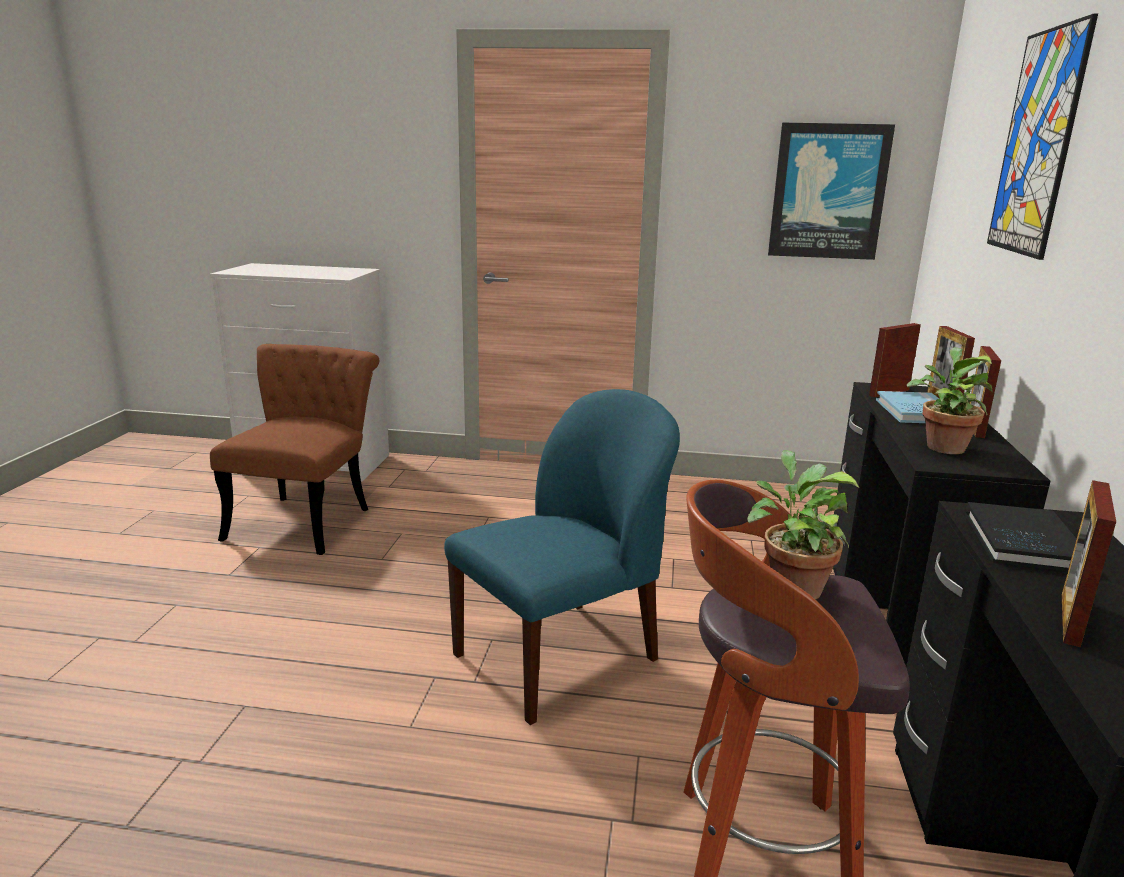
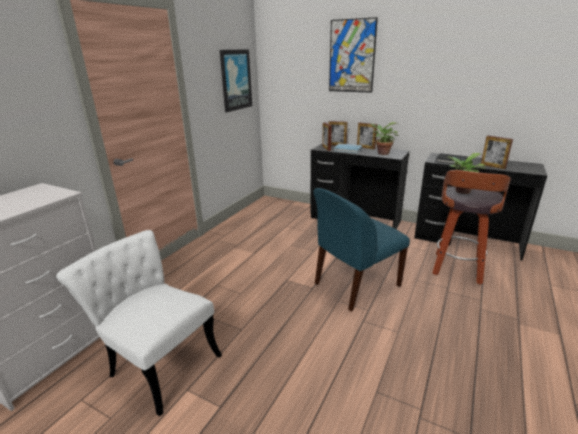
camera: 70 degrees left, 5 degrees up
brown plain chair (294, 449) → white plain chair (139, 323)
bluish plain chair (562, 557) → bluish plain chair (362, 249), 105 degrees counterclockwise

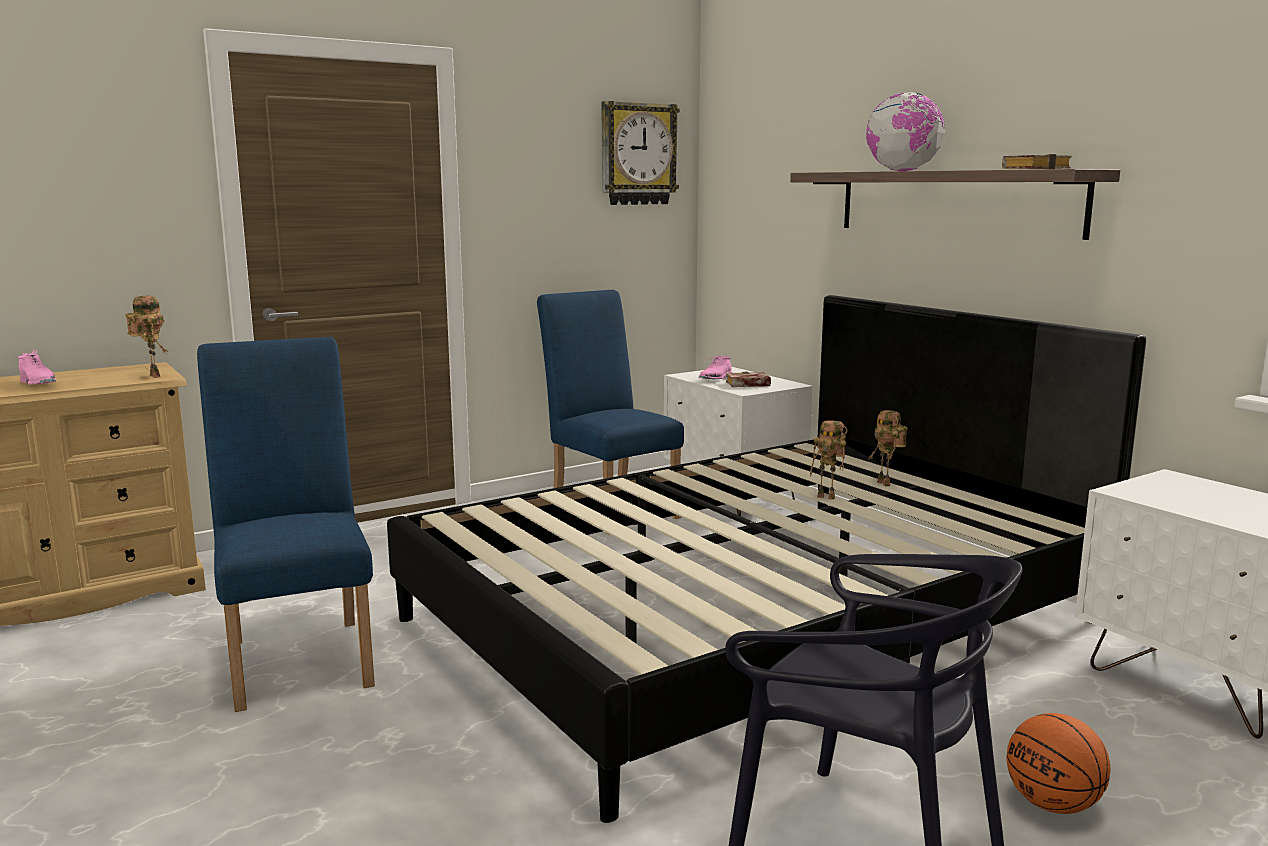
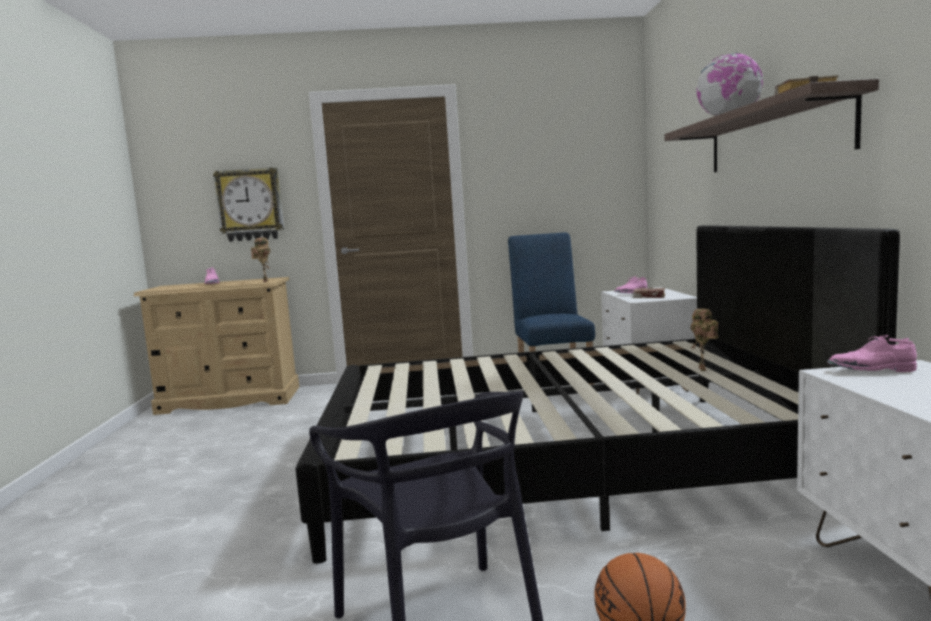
camera: 30 degrees right, 5 degrees down
hanging clock (640, 153) → hanging clock (248, 205), relocated
bluish plain chair (286, 524) → -
toy robot (828, 460) → -
- → pink-coloured shoe (872, 353)

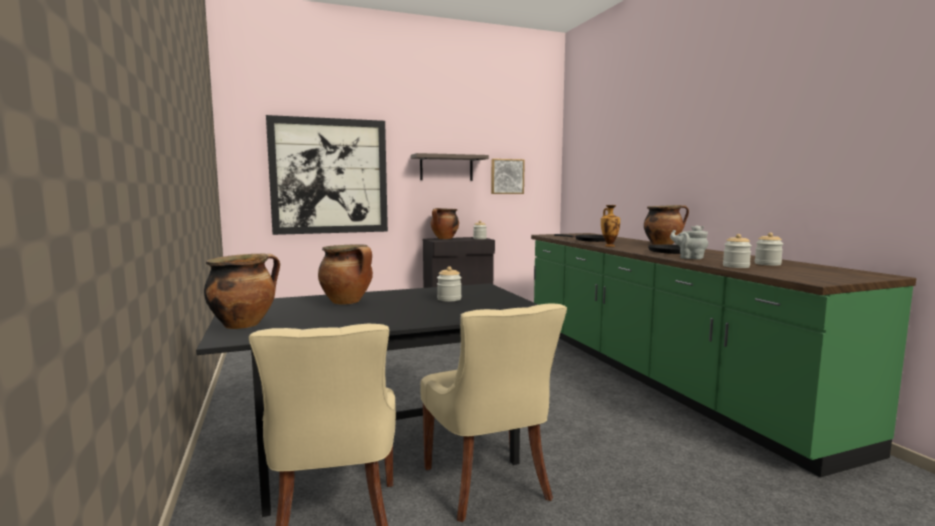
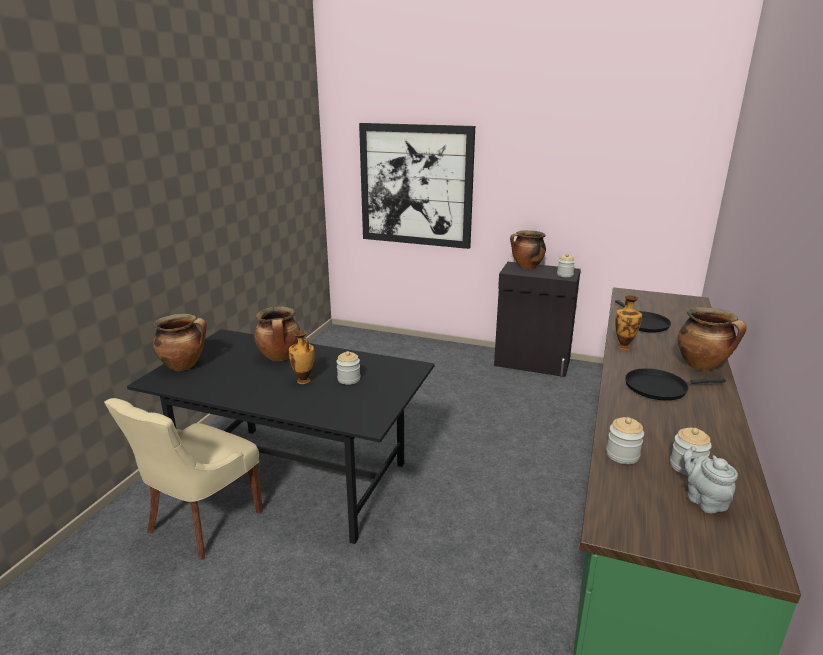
camera: 40 degrees right, 15 degrees up
bracket shelf (450, 167) → -
wall art (508, 176) → -
gray pot for tea (689, 242) → gray pot for tea (710, 479), relocated
beige-coloured plain chair (493, 412) → -
- → flower vase (301, 357)

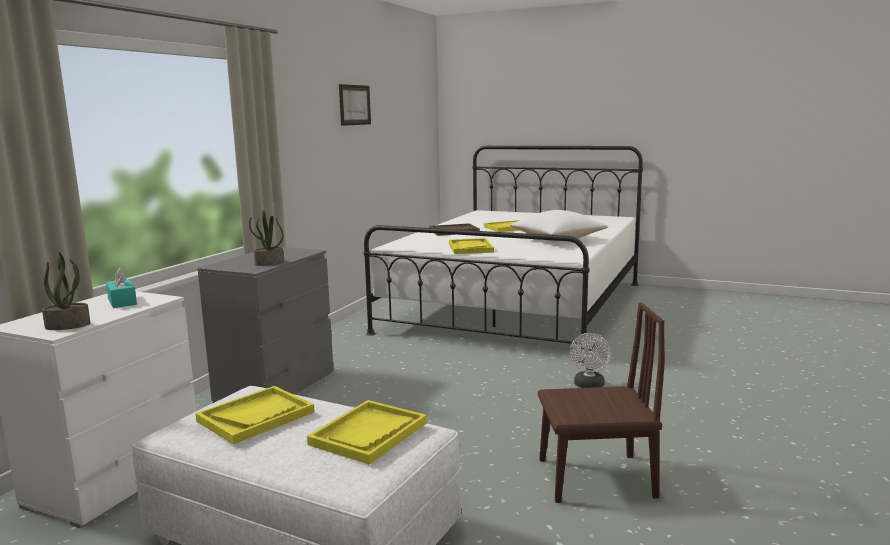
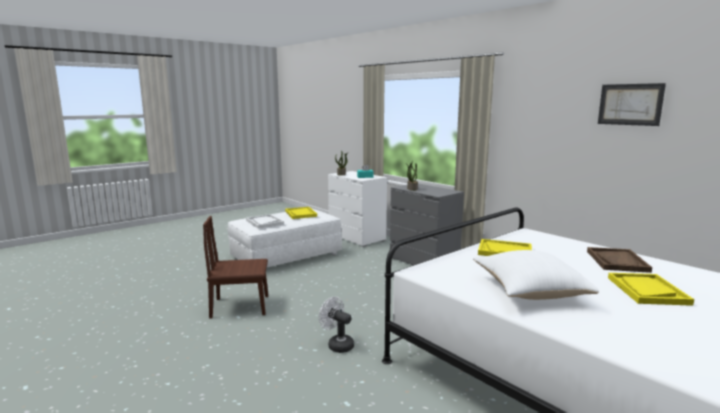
camera: 115 degrees right, 0 degrees up
brown plain chair (601, 402) → brown plain chair (235, 267), 60 degrees clockwise
yellow carrying tray (367, 432) → white carrying tray (265, 221)

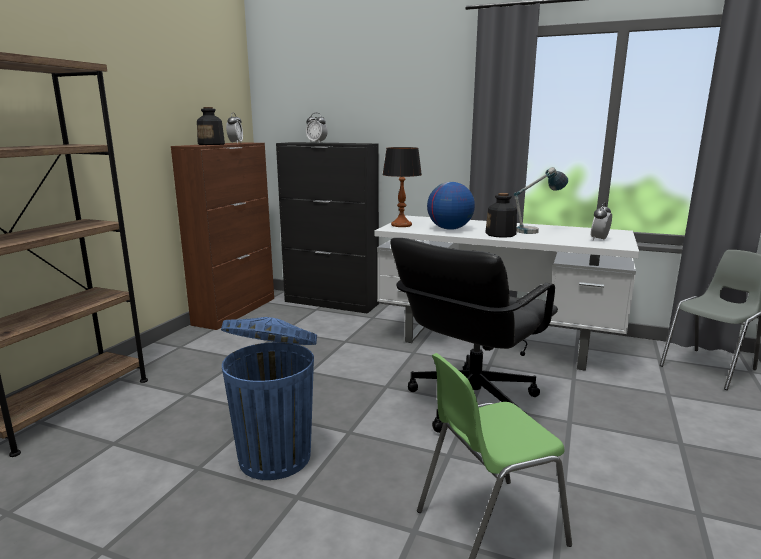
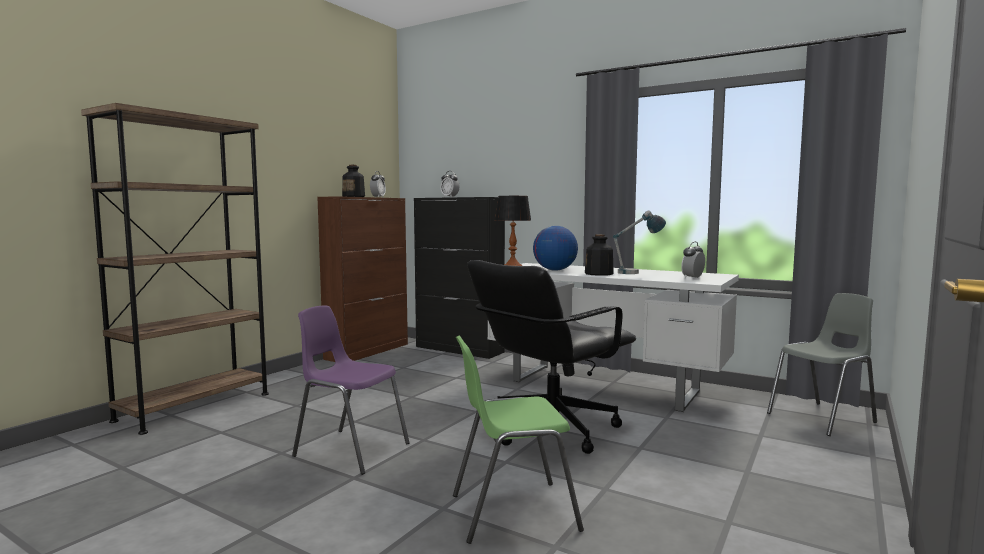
camera: 10 degrees right, 10 degrees down
bluish rubbish bin (269, 398) → purplish plain chair (350, 390)

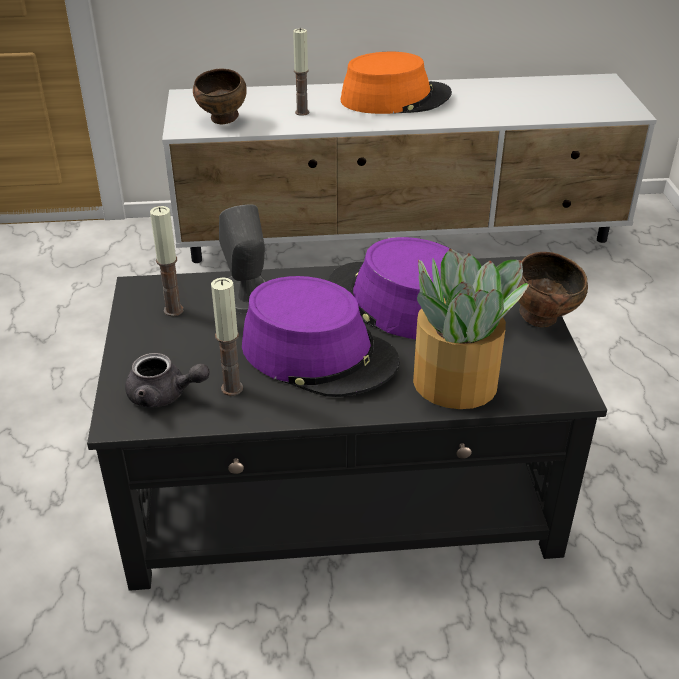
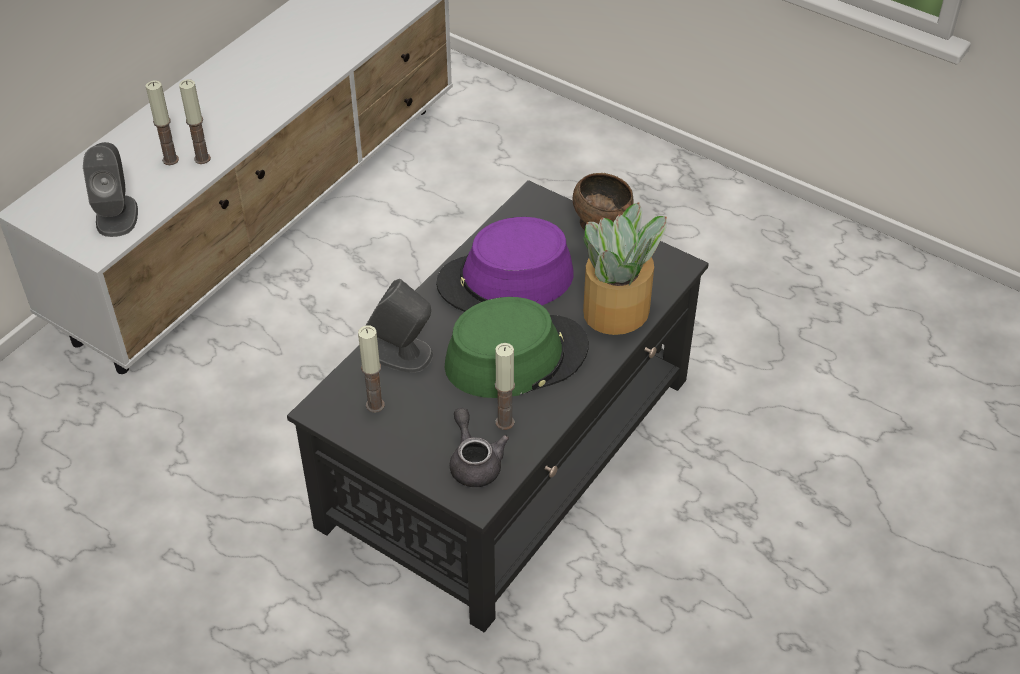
camera: 50 degrees left, 10 degrees up
orangey clothing hat (396, 83) → -
brown deep dish (220, 96) → gray speaker (110, 189)
purplish clothing hat (321, 336) → green clothing hat (516, 347)
gray pot for tea (167, 380) → gray pot for tea (479, 447), 75 degrees counterclockwise
- → wax light (195, 121)

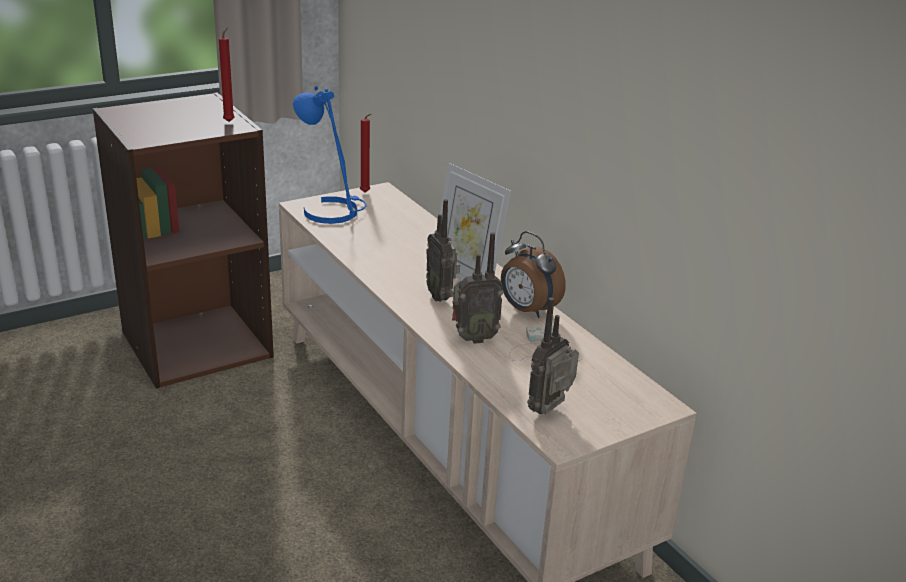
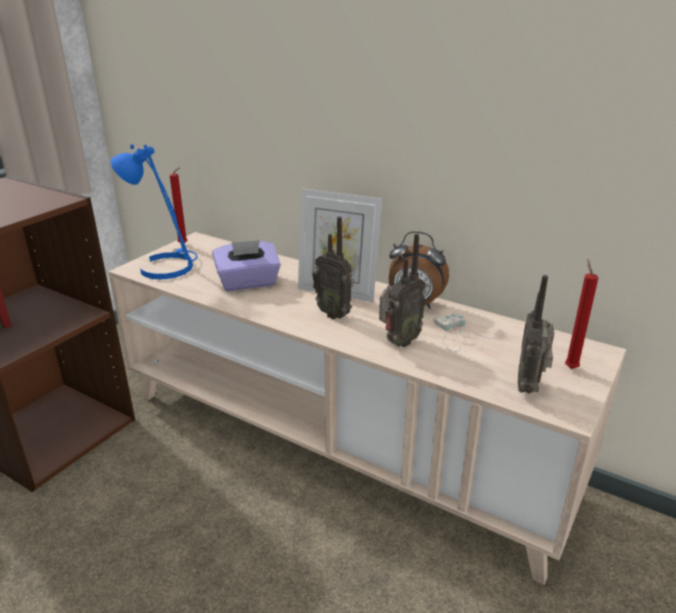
camera: 25 degrees left, 0 degrees up
red wax light (227, 74) → red wax light (581, 314), relocated
- → purplish tissue box (246, 265)

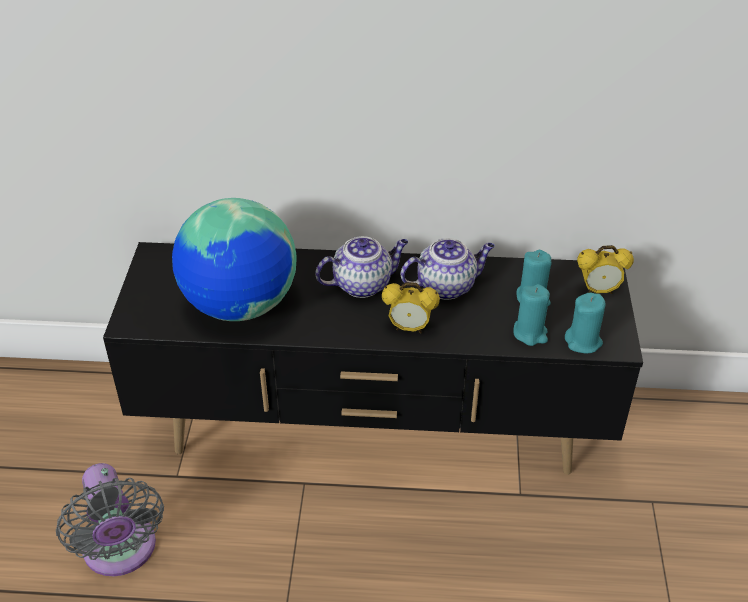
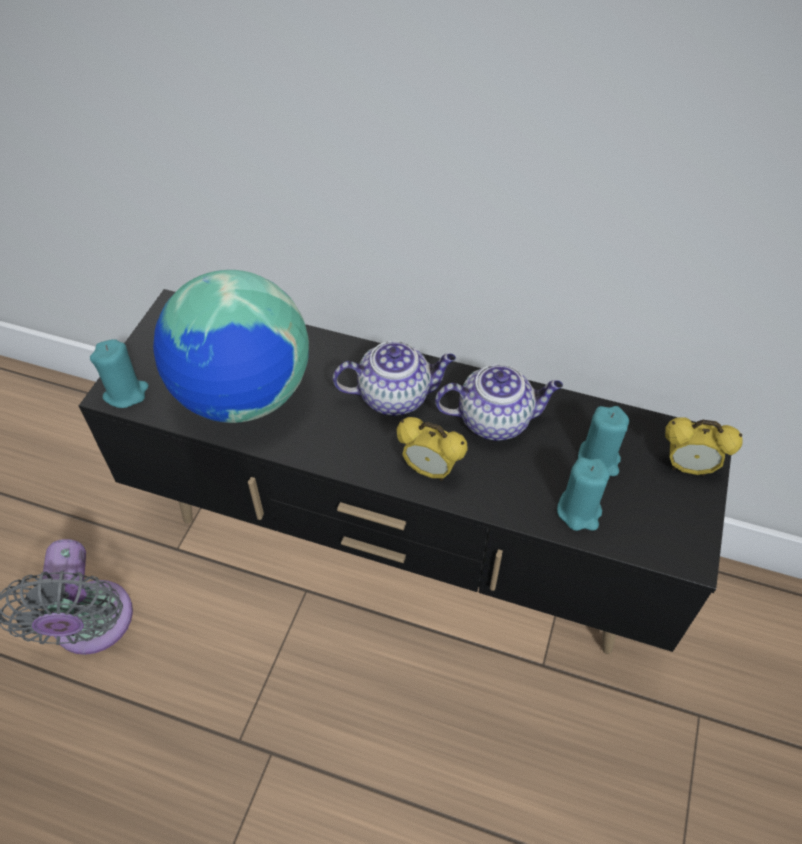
camera: 15 degrees right, 10 degrees up
blue-green wax light (585, 322) → blue-green wax light (119, 373), relocated

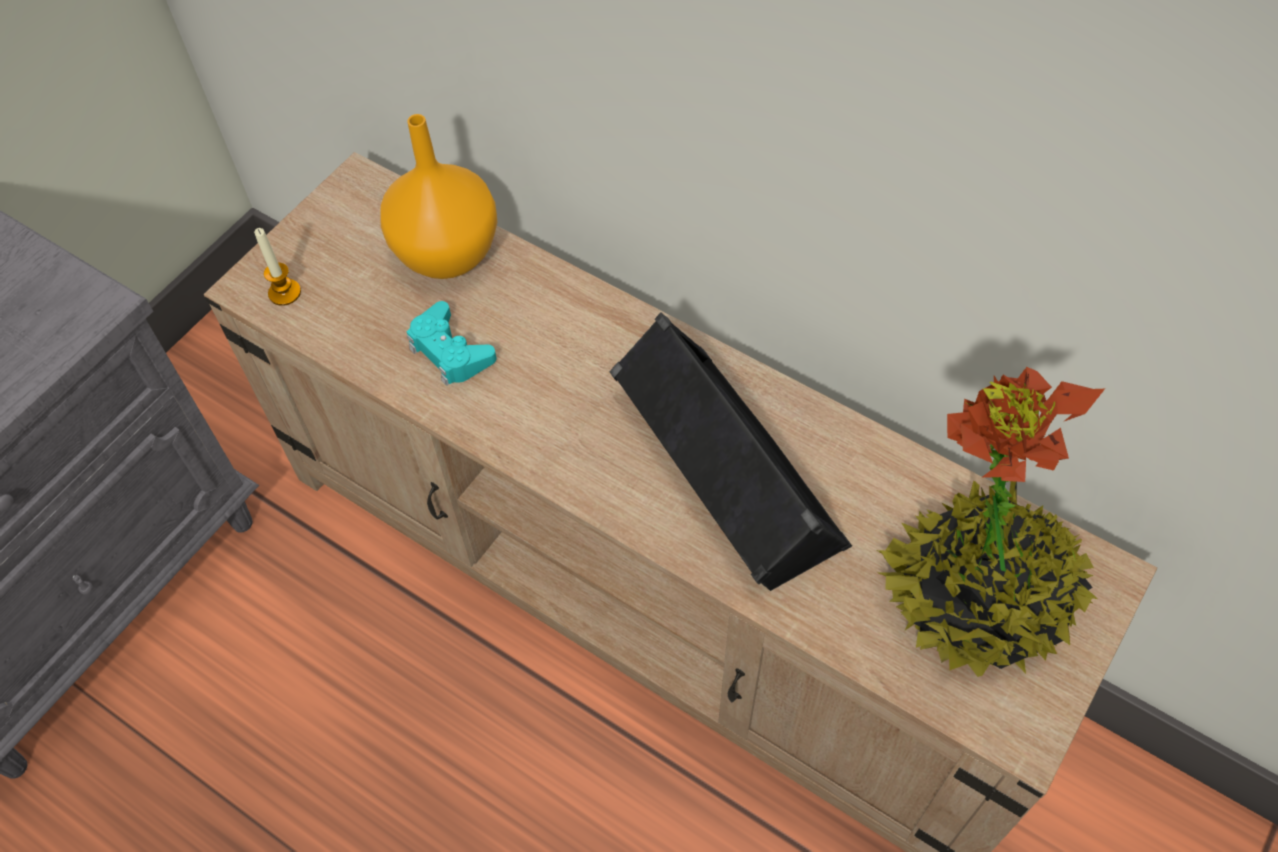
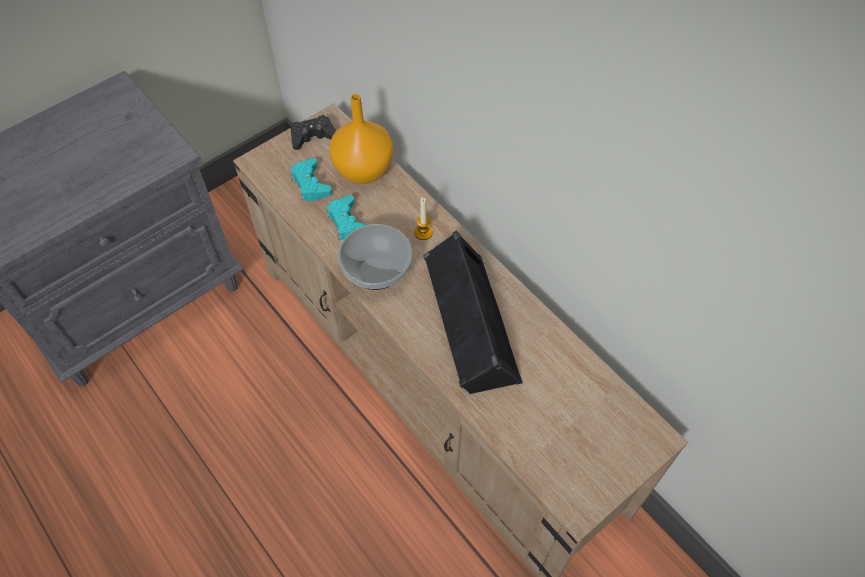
camera: 15 degrees right, 0 degrees up
wax light (277, 267) → wax light (423, 218), relocated
plant in a pot (990, 522) → -
- → blackish joypad (313, 132)
- → blue-green joypad (311, 179)
- → deep dish (375, 257)

